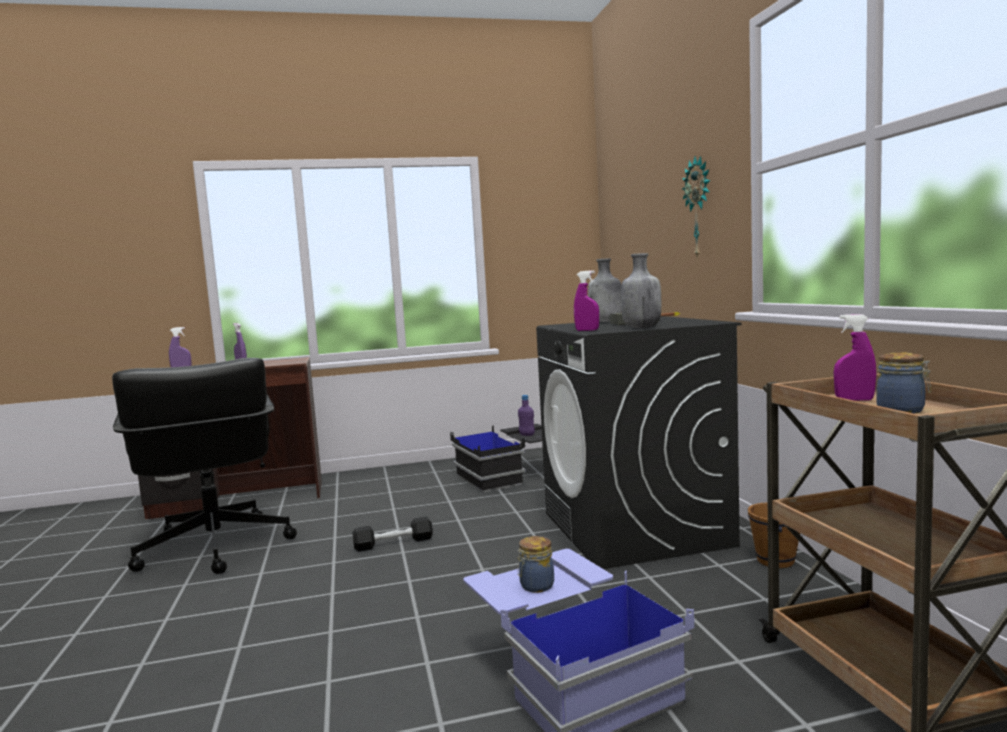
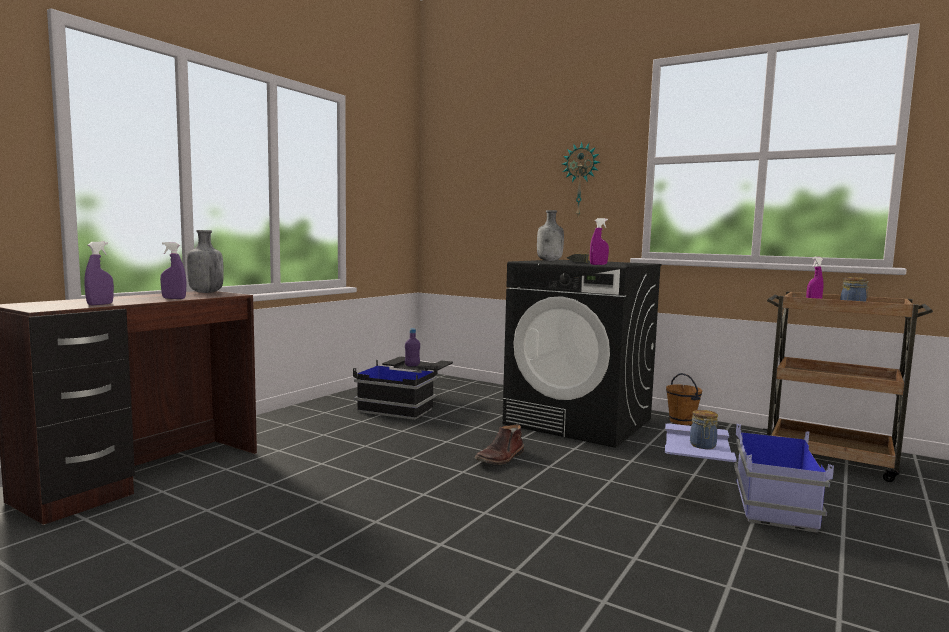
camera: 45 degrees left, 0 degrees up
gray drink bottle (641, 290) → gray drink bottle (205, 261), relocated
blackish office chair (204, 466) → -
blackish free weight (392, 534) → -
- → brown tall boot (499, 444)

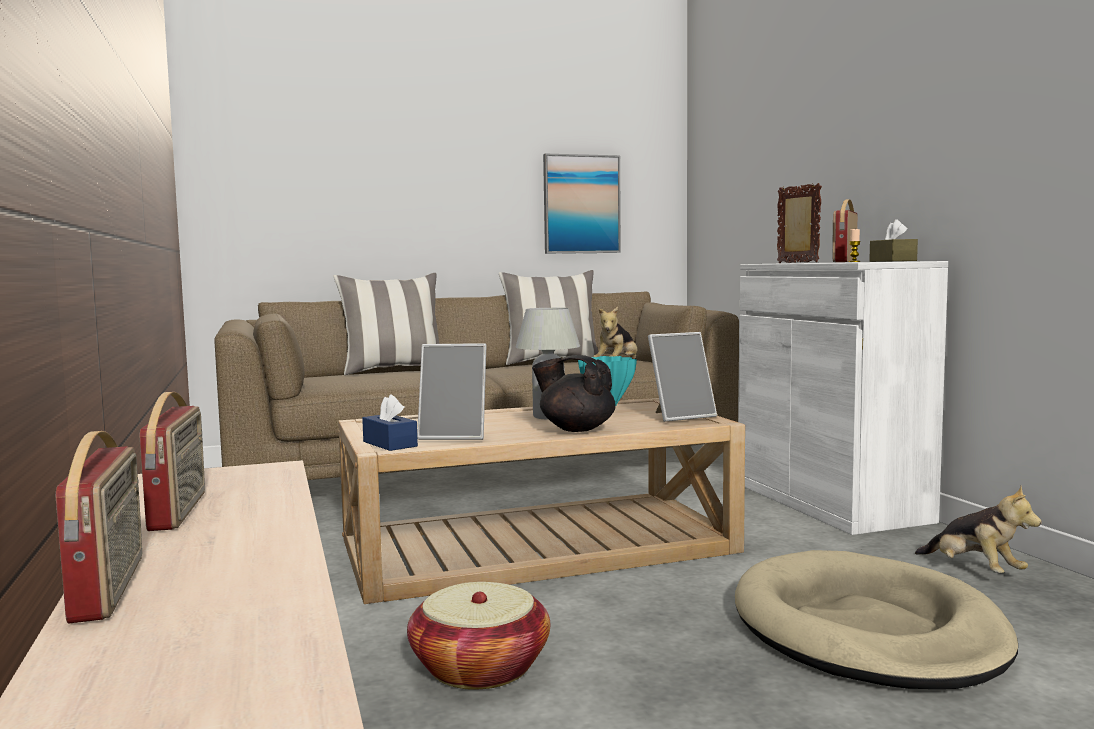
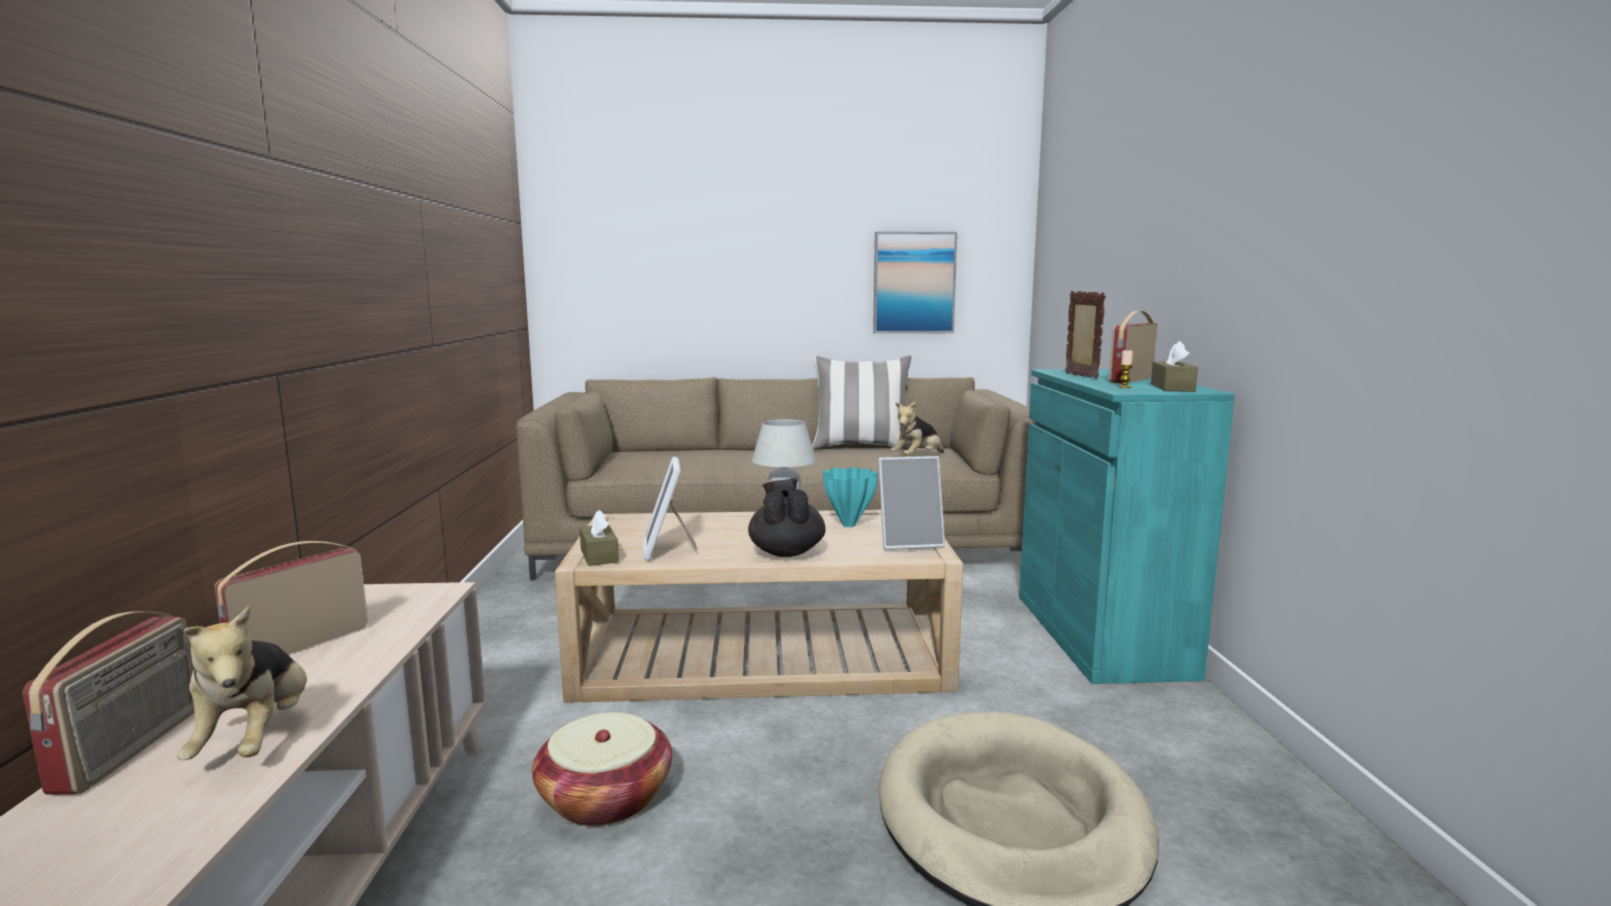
camera: 15 degrees right, 5 degrees up
white cabinet (843, 398) → blue-green cabinet (1127, 526)
throw pillow (386, 324) → -
standing frame (451, 391) → standing frame (670, 508), 60 degrees clockwise
blackish pot for tea (574, 393) → blackish pot for tea (787, 517), 45 degrees clockwise
radio (172, 461) → radio (291, 598), 150 degrees counterclockwise
bluish tissue box (390, 422) → brown tissue box (599, 538)
plush toy (978, 529) → plush toy (242, 683), relocated

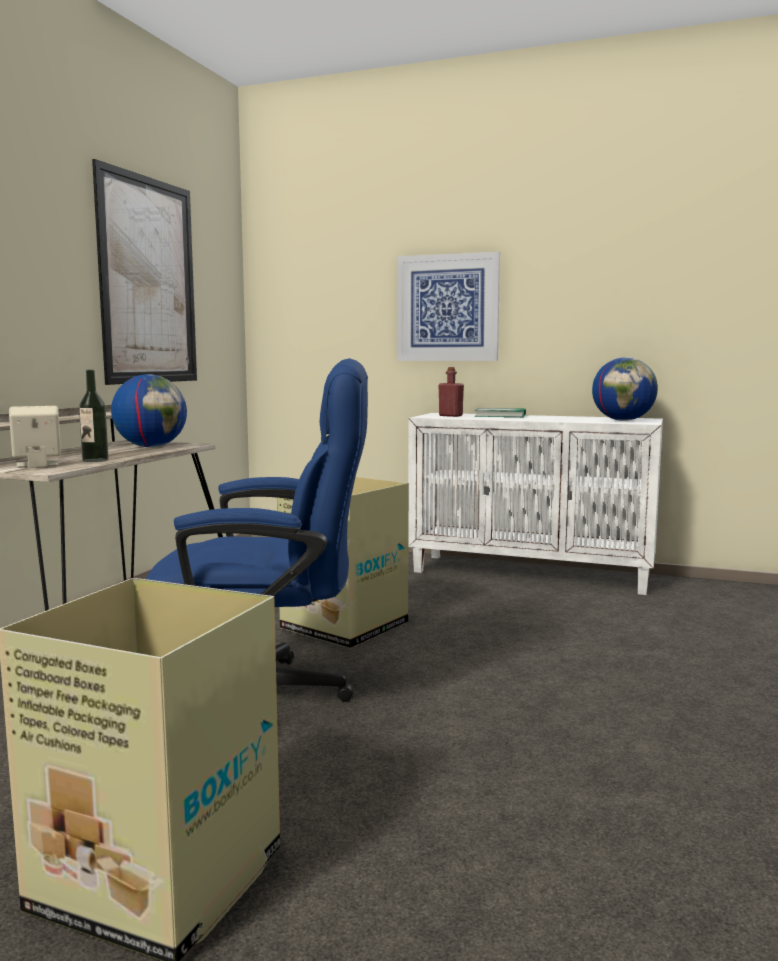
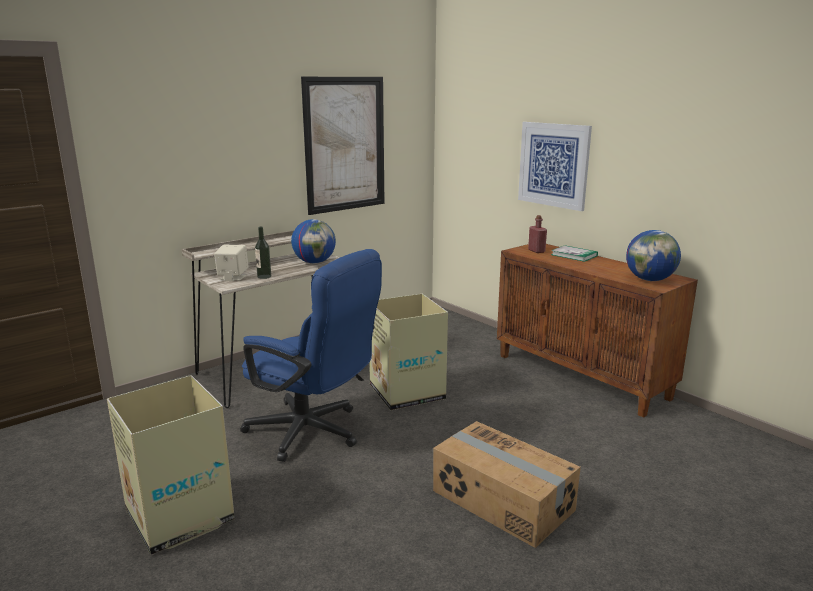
camera: 30 degrees right, 10 degrees up
white cabinet (535, 504) → brown cabinet (597, 331)
- → cardboard box (507, 484)

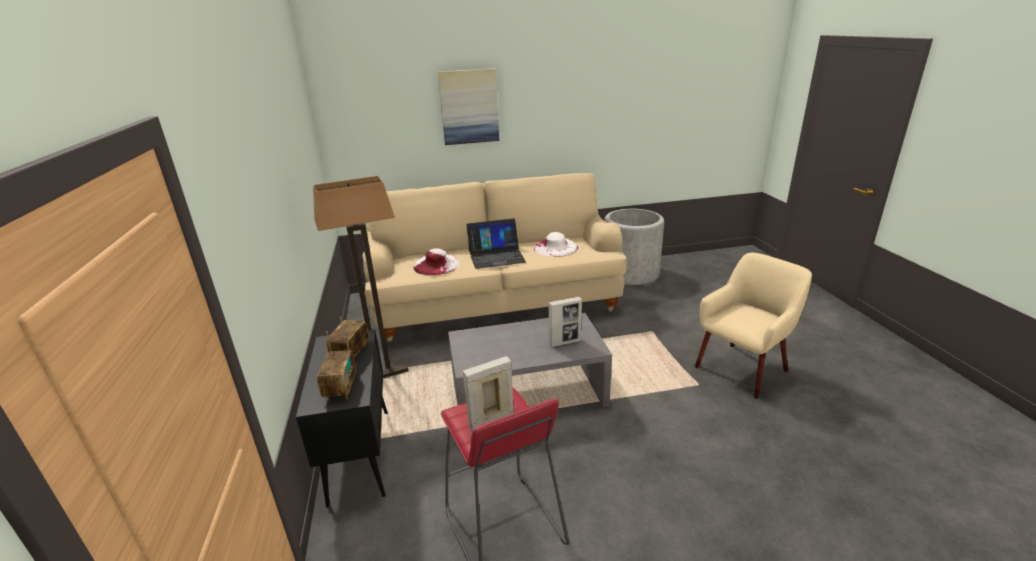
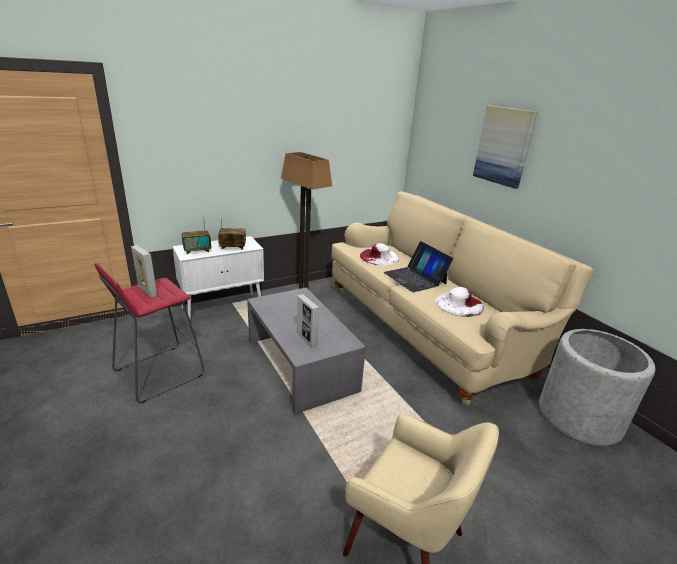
camera: 70 degrees right, 0 degrees up
blackish cabinet (342, 418) → white cabinet (218, 280)

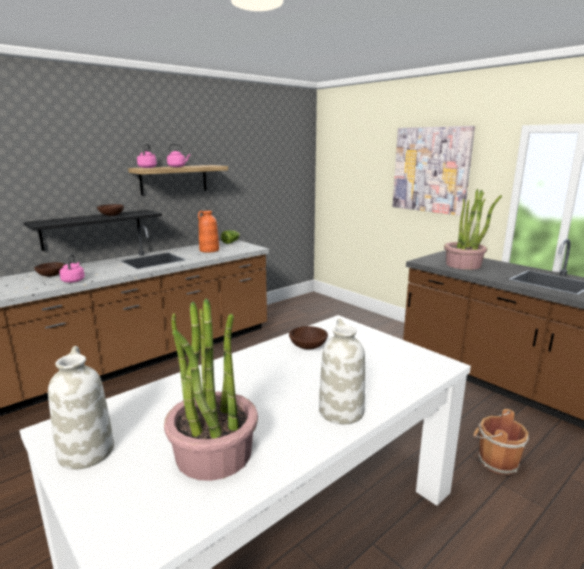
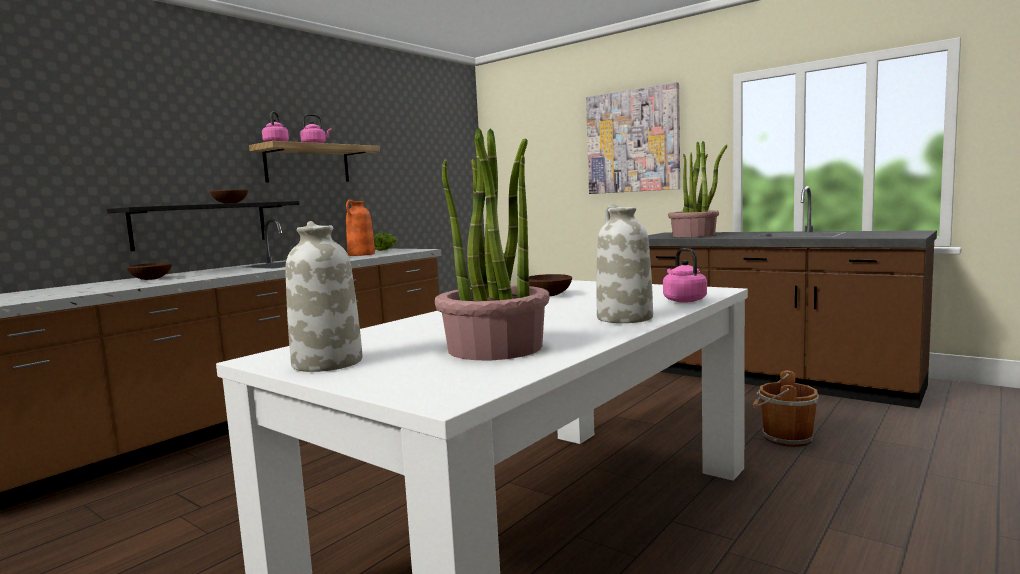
camera: 10 degrees left, 10 degrees down
pink-coloured water kettle (72, 268) → pink-coloured water kettle (685, 275), relocated

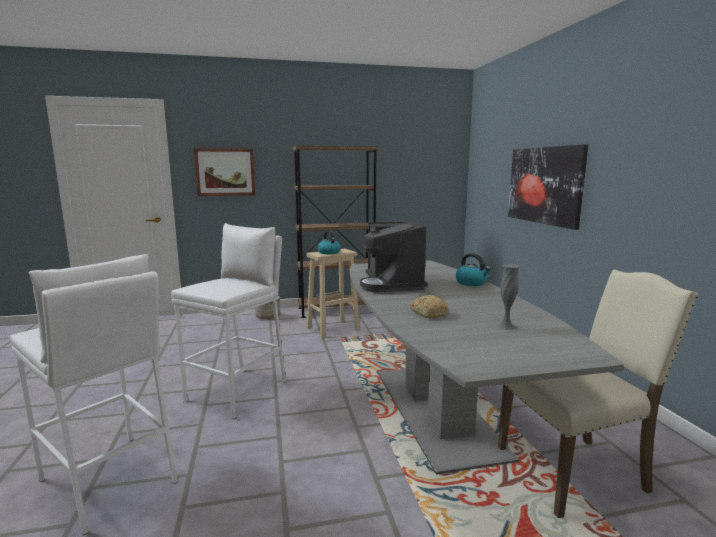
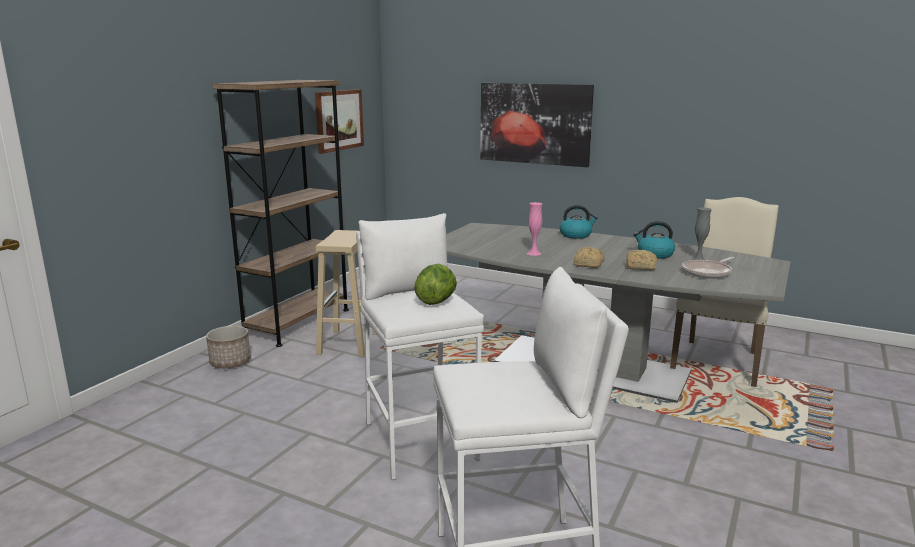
camera: 50 degrees left, 5 degrees up
wall art (224, 172) → wall art (339, 121), relocated
coffee brewer (393, 257) → pink-coloured flower vase (534, 229)
water kettle (329, 242) → water kettle (654, 240), relocated
- → baked bread (589, 257)
- → skillet (708, 268)
- → lettuce (435, 284)

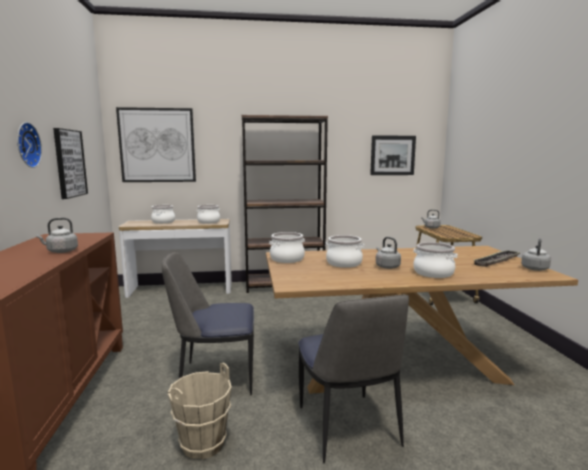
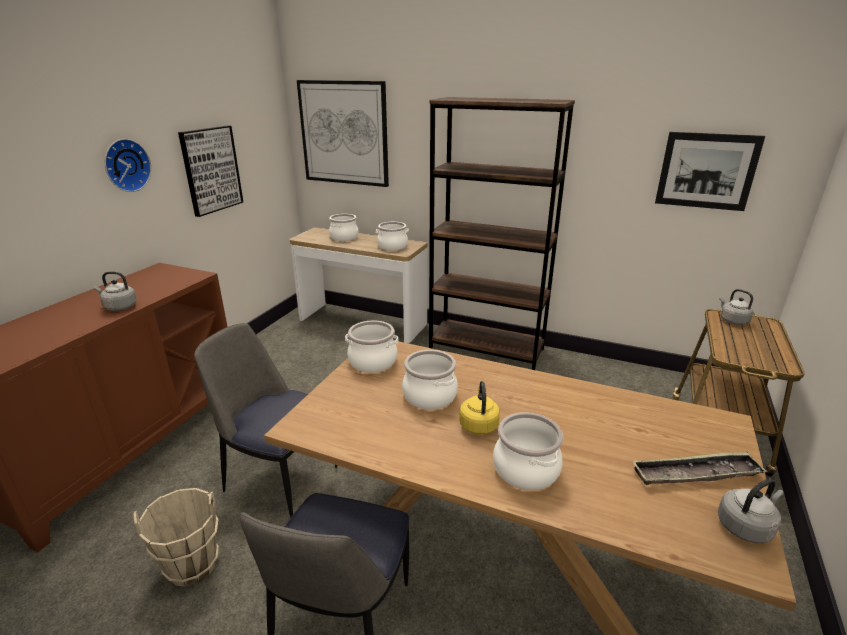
camera: 30 degrees right, 15 degrees up
gray water kettle (388, 253) → yellow water kettle (479, 408)

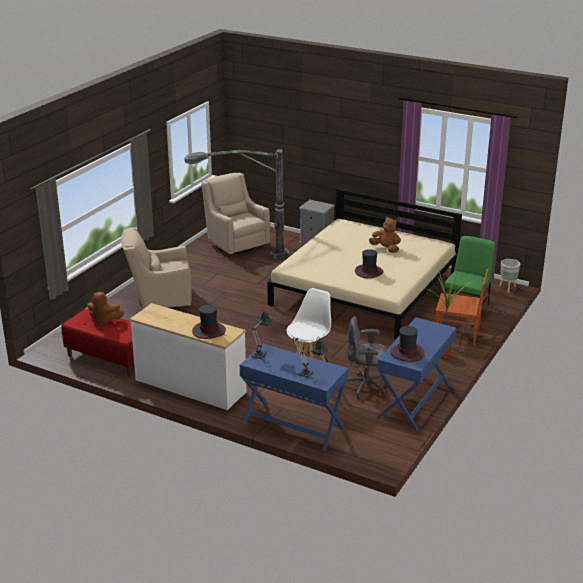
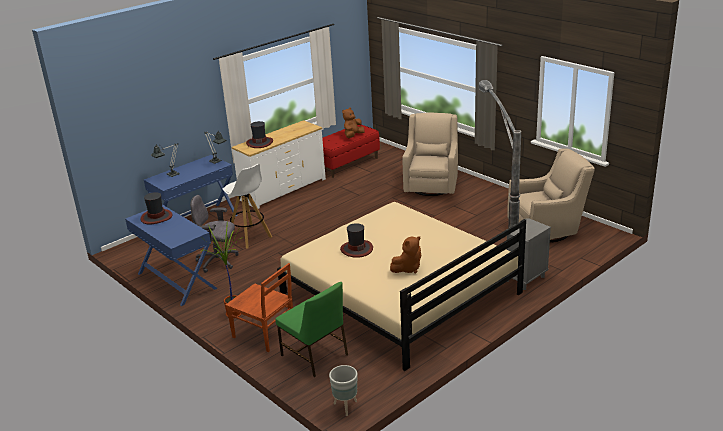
camera: 110 degrees right, 0 degrees up
brown plain chair (462, 306) → brown plain chair (259, 307), 90 degrees counterclockwise
gray office chair (367, 357) → gray office chair (214, 234), 105 degrees counterclockwise

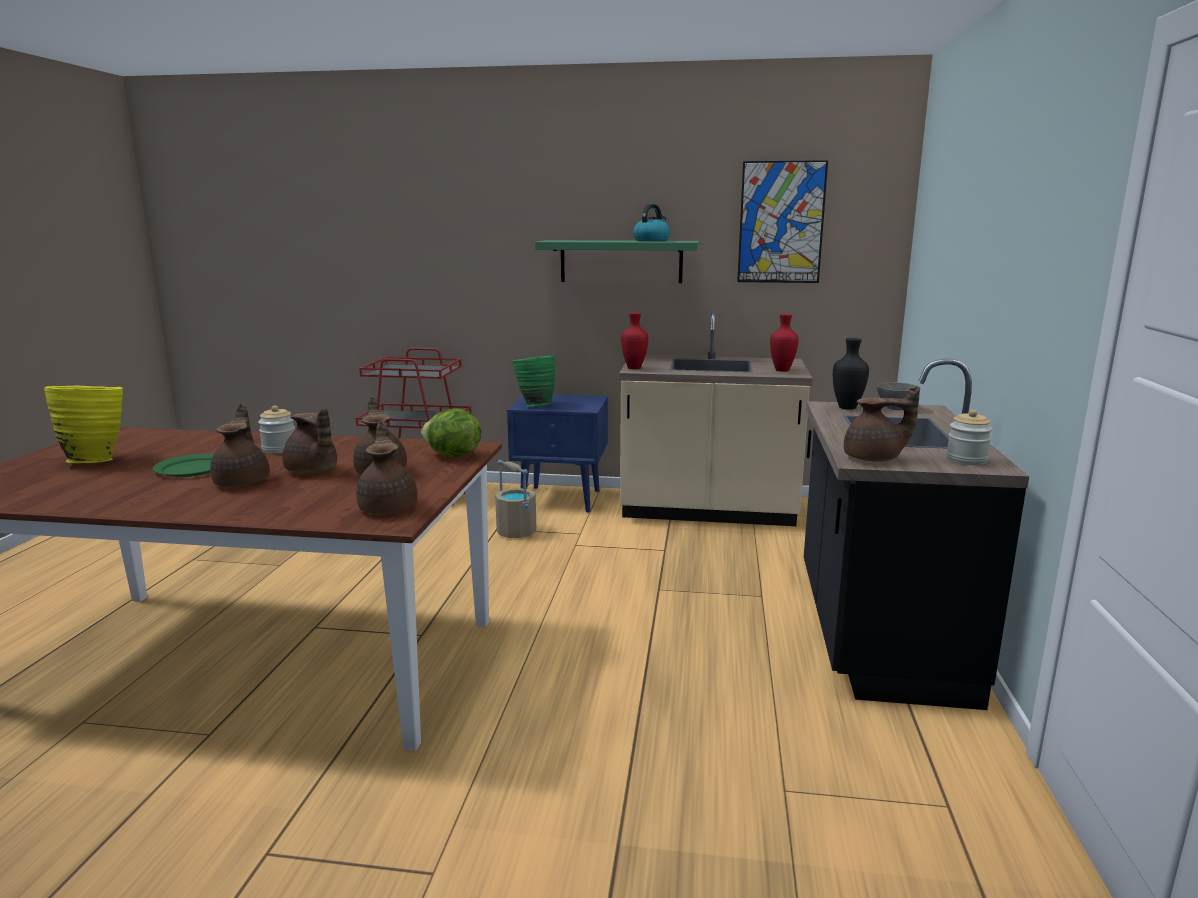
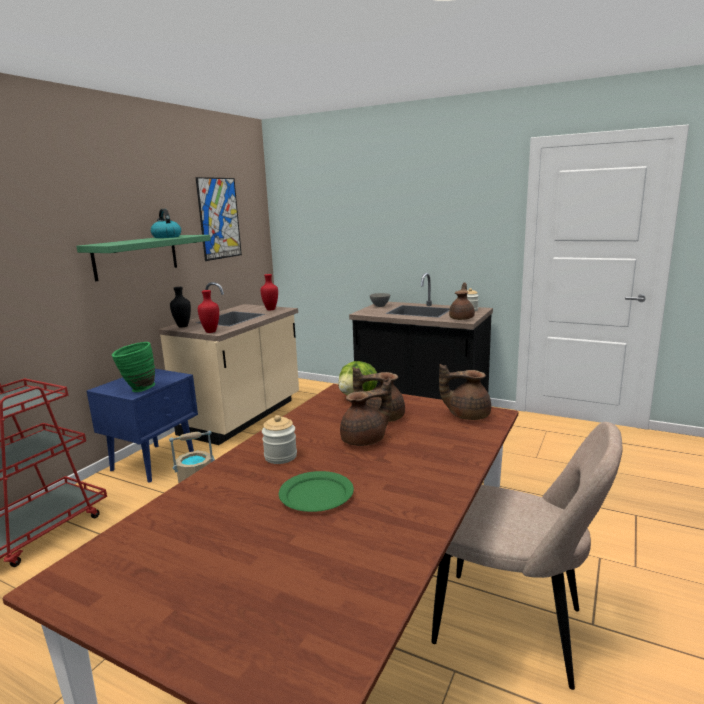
camera: 70 degrees left, 0 degrees up
blackish flower vase (851, 374) → blackish flower vase (180, 307), relocated
yellow flower vase (83, 424) → -
brown pot for tea (240, 445) → -
- → beige-coloured plain chair (526, 556)

